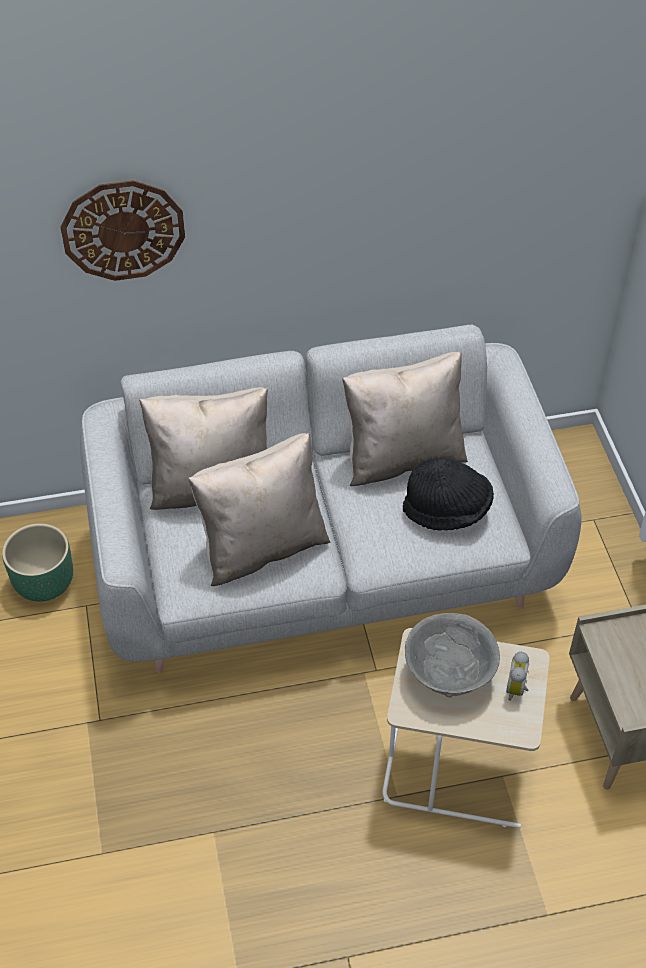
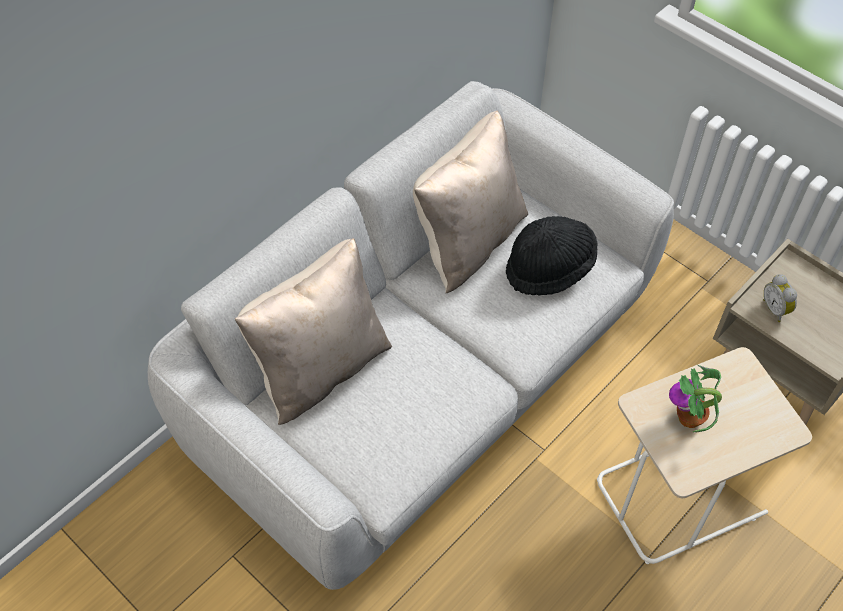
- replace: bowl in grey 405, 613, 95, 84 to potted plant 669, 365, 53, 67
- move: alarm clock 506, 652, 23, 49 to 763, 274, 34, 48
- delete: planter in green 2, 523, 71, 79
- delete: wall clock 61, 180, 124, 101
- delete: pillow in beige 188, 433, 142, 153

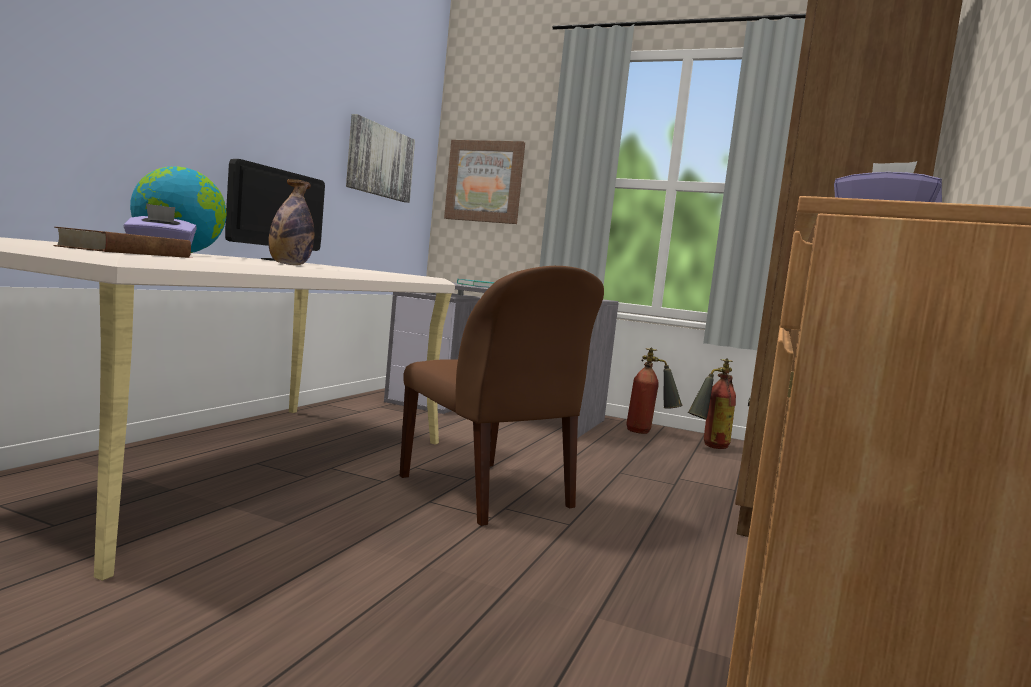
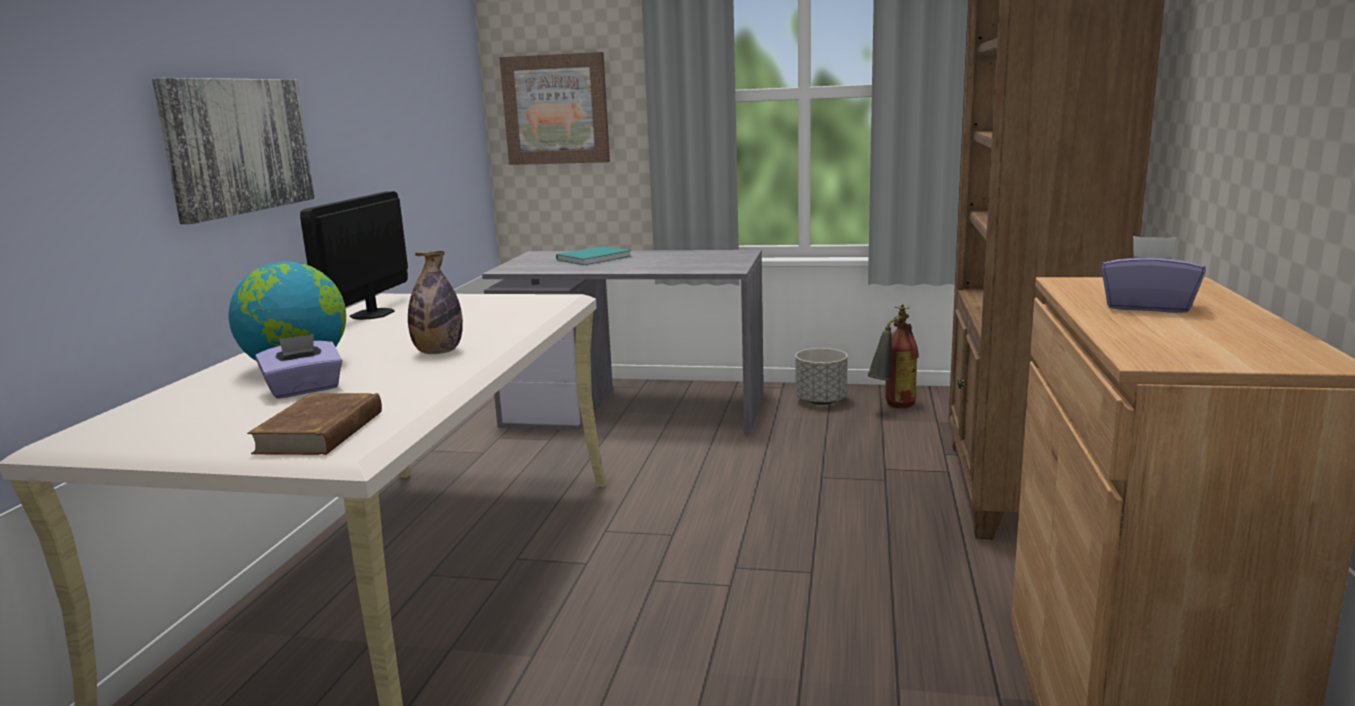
- move: picture 346, 114, 69, 89 to 152, 78, 163, 146
- replace: fire extinguisher 626, 347, 56, 87 to planter in grey 795, 348, 53, 57
- delete: chair in brown 400, 266, 204, 260

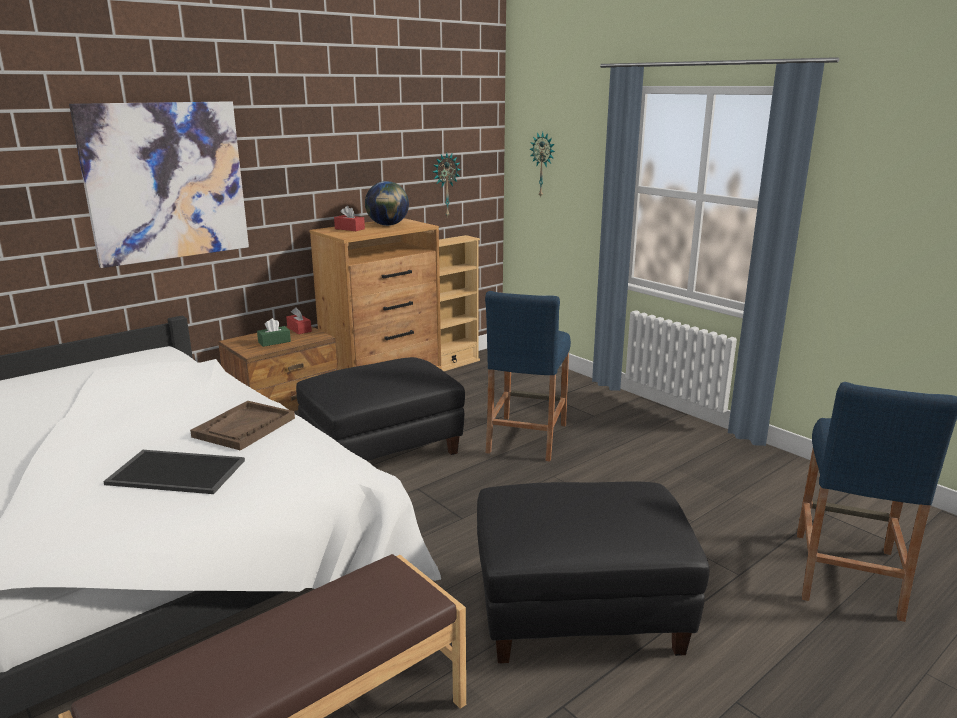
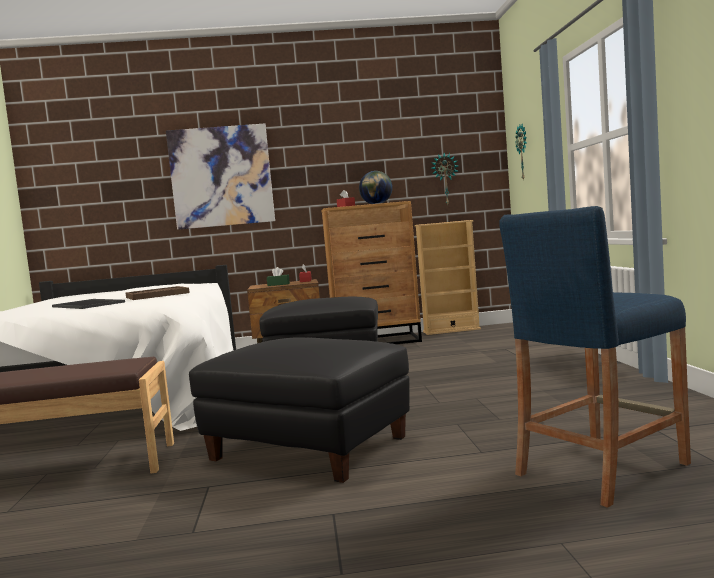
- delete: stool in blue 485, 291, 86, 171

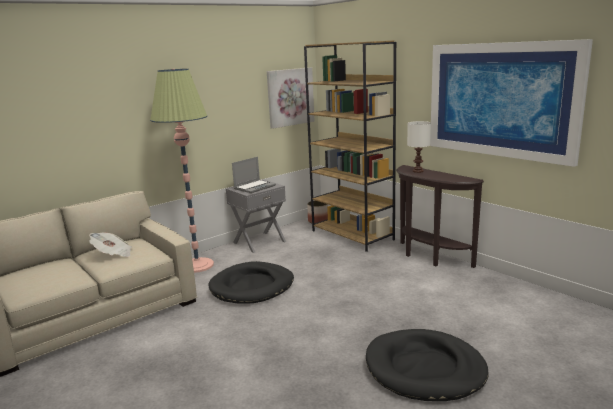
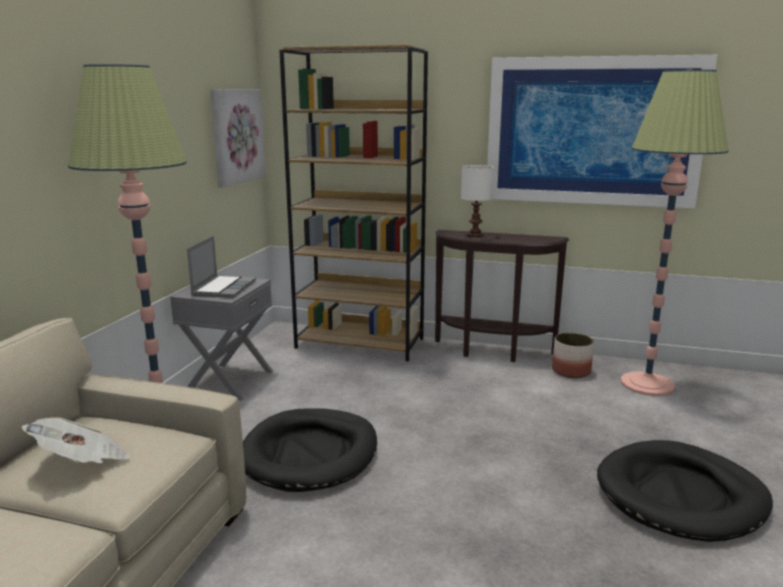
- move: planter 307, 201, 21, 23 to 552, 333, 42, 45
- insert: floor lamp 621, 69, 108, 327

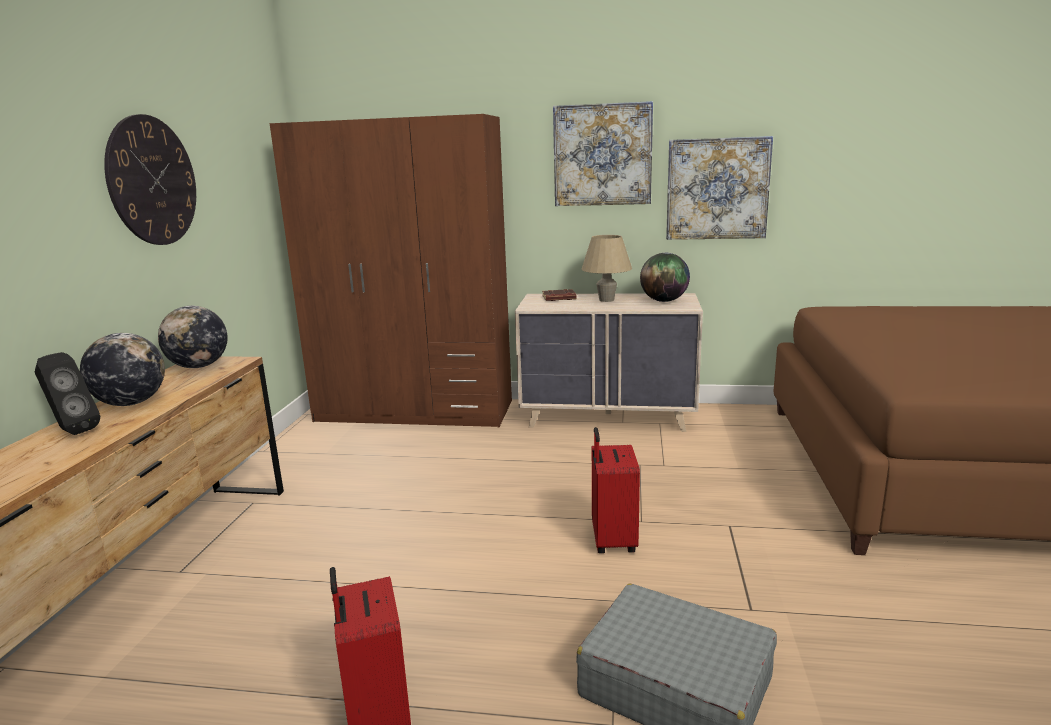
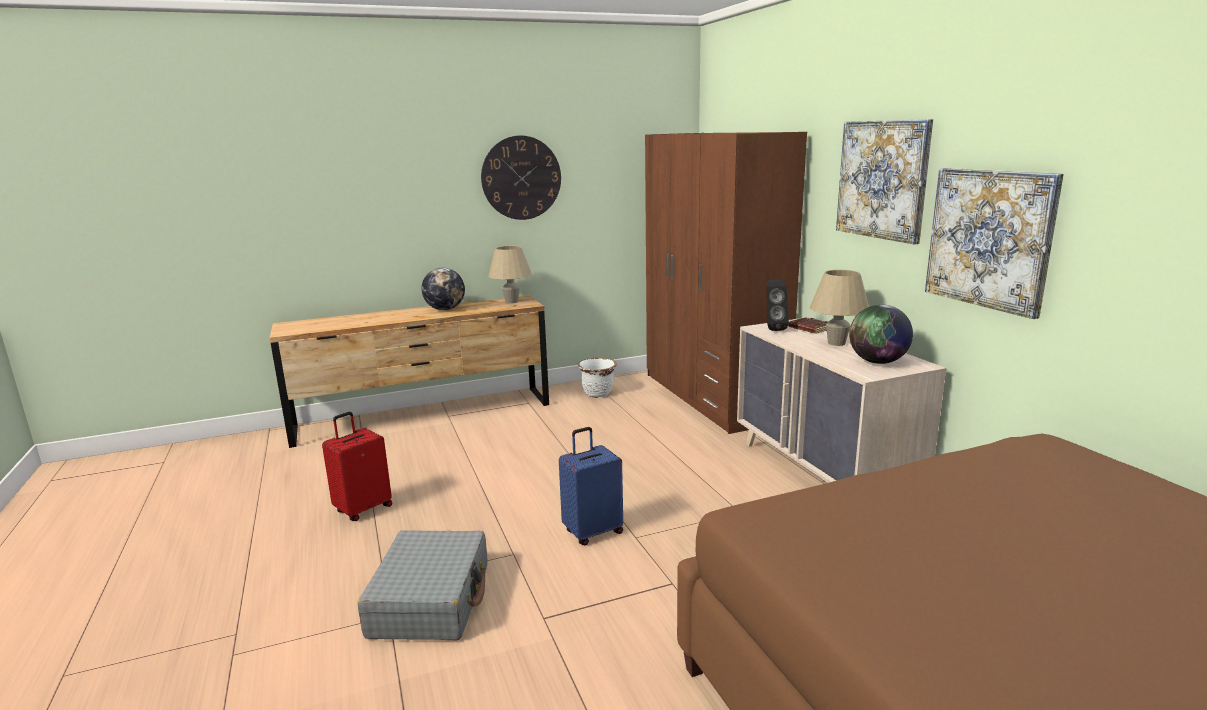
- replace: globe 158, 306, 70, 62 to table lamp in beige 488, 246, 44, 57
- recolor: suitcase in red 592, 427, 48, 126 to suitcase in blue 559, 427, 64, 118
- insert: planter in white 578, 358, 39, 40
- move: speaker in black 35, 352, 65, 83 to 767, 279, 22, 52

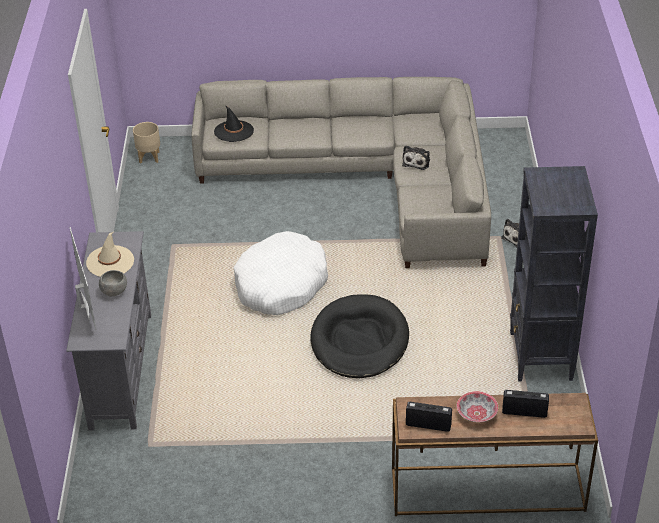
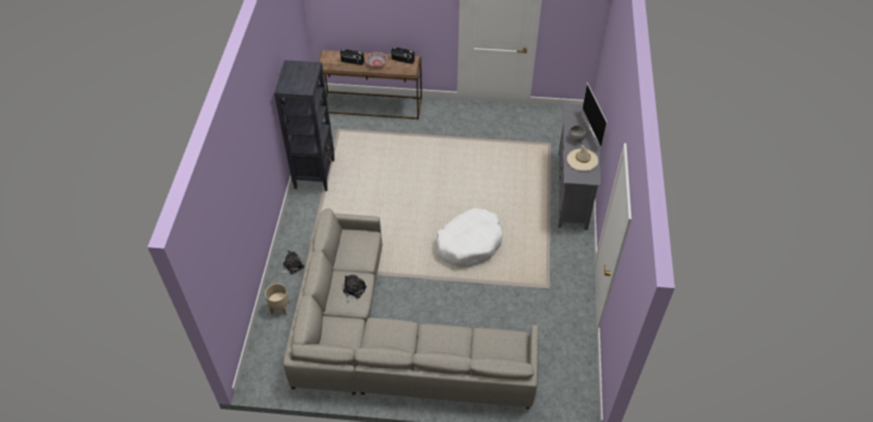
- move: planter in beige 133, 122, 27, 42 to 265, 283, 24, 33
- delete: hat in black 214, 105, 40, 37
- delete: dog bed in black 310, 294, 99, 84

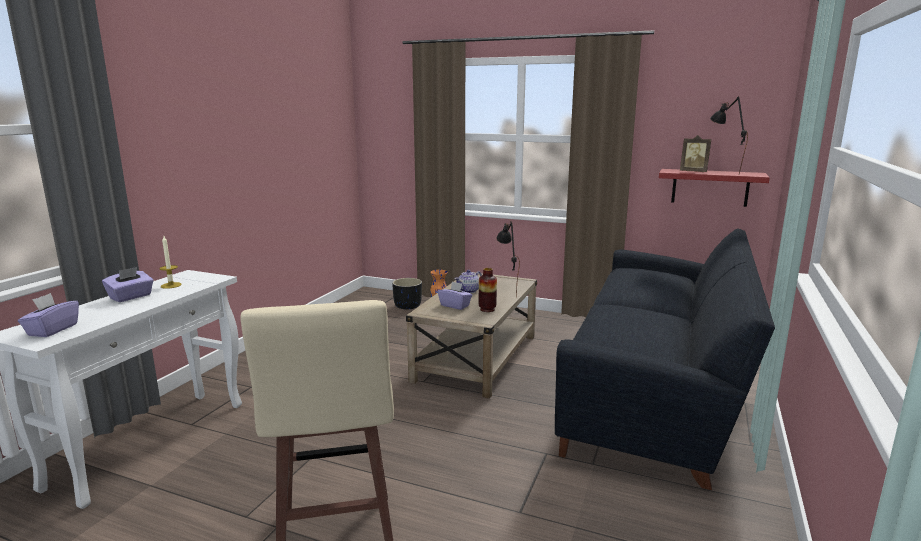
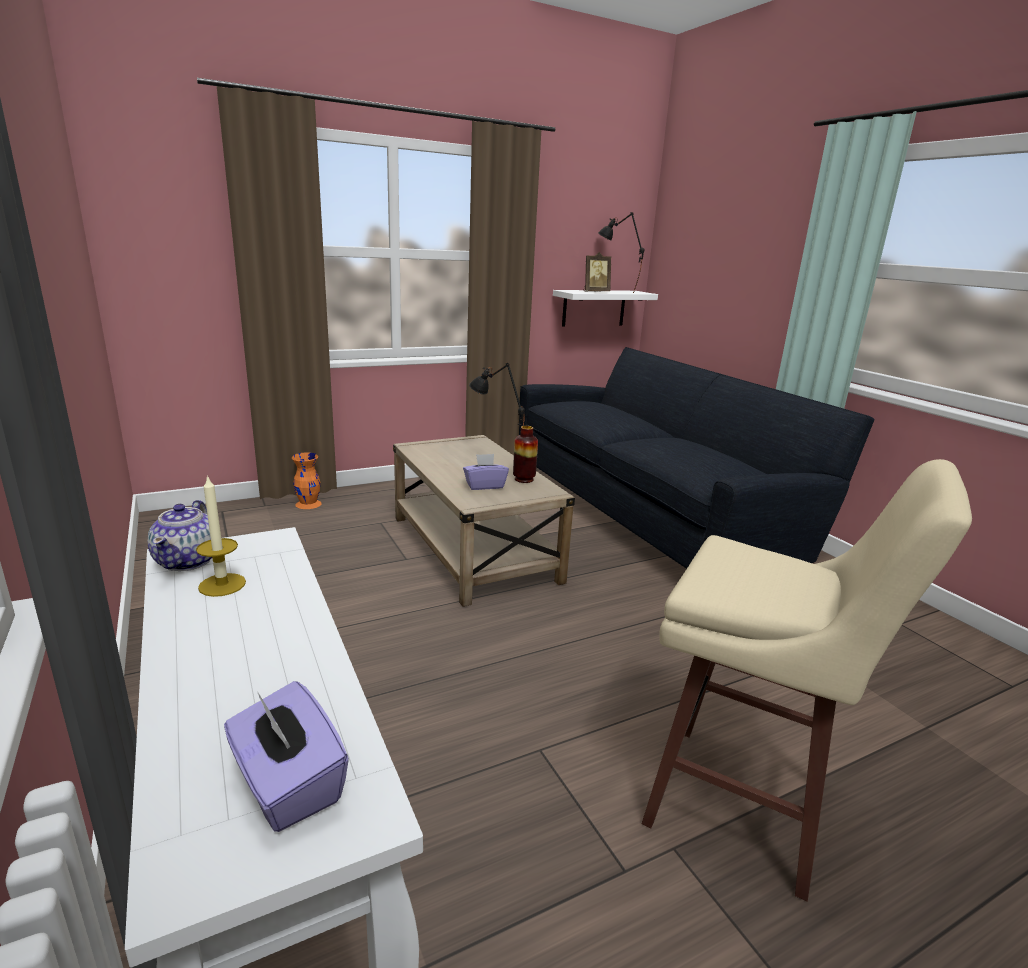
- move: teapot 455, 270, 27, 23 to 148, 500, 64, 71
- recolor: shelf in red 659, 169, 111, 38 to shelf in white 553, 290, 105, 37
- delete: tissue box in purple 102, 267, 52, 35
- delete: planter in black 392, 278, 30, 32

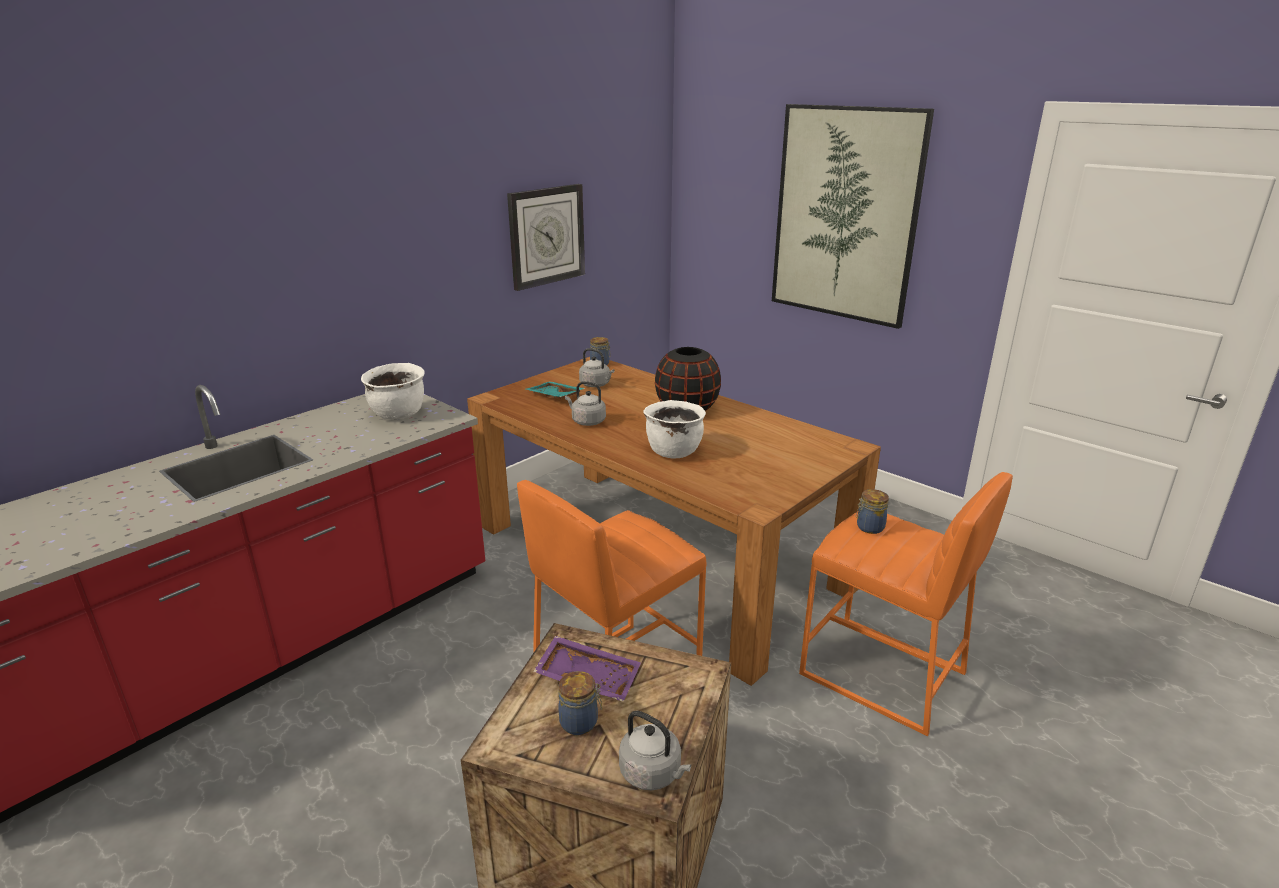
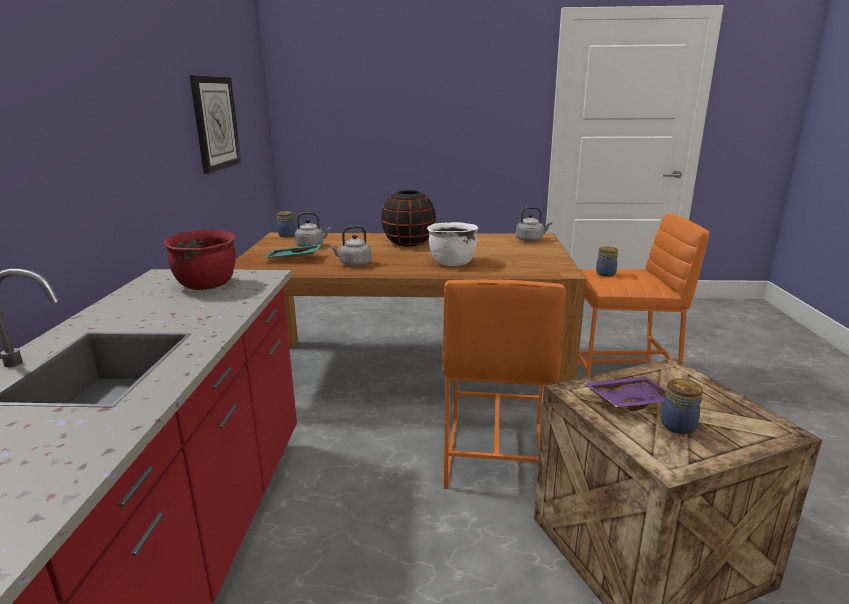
- recolor: cooking pot in white 361, 363, 64, 57 to cooking pot in red 164, 230, 72, 60
- move: kettle in grey 619, 711, 72, 79 to 516, 207, 36, 35
- delete: picture 772, 104, 162, 225

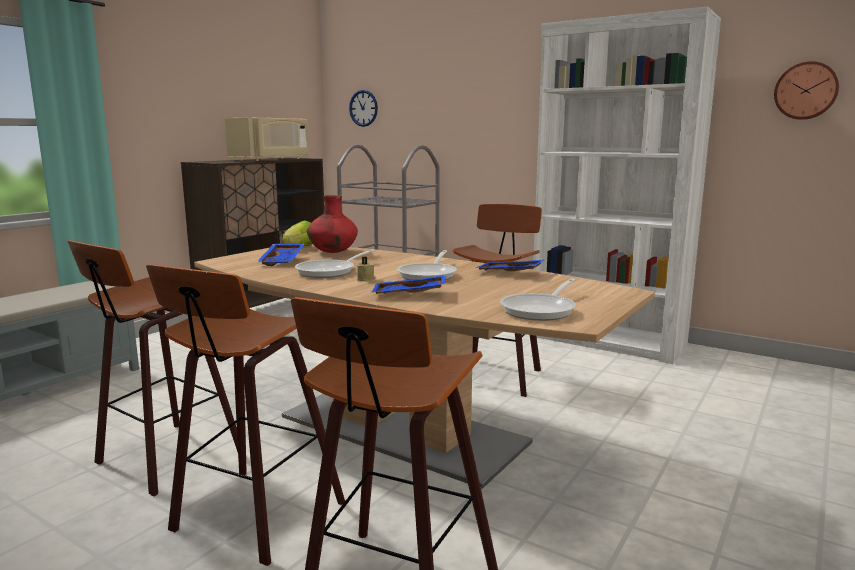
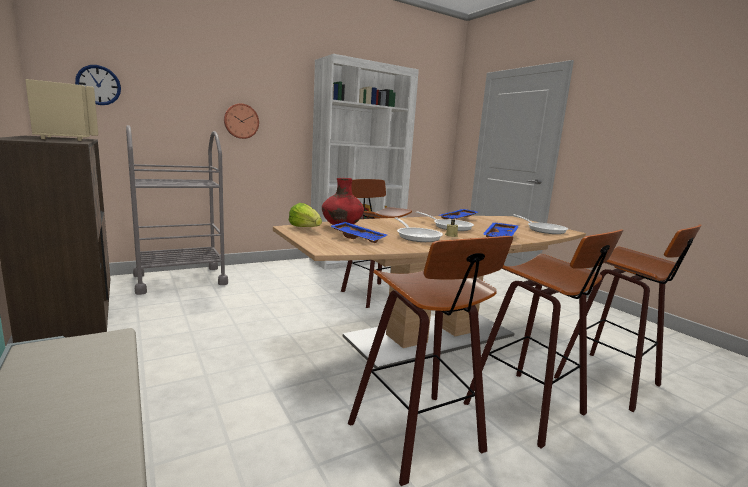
- move: wall clock 774, 61, 65, 59 to 224, 103, 35, 36

